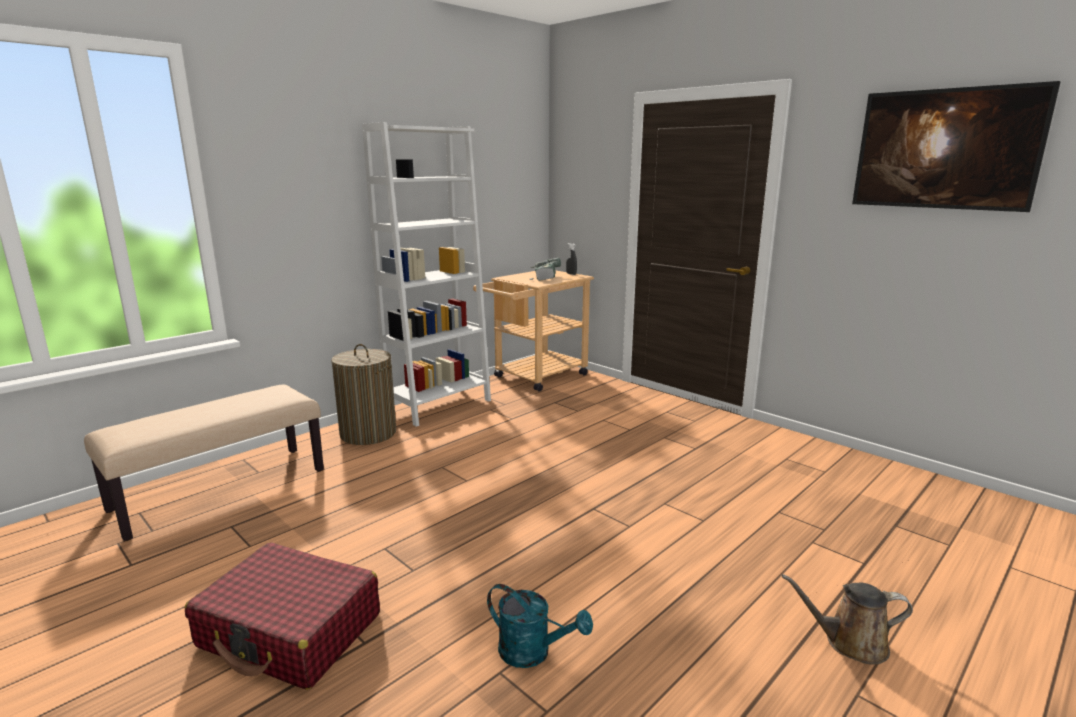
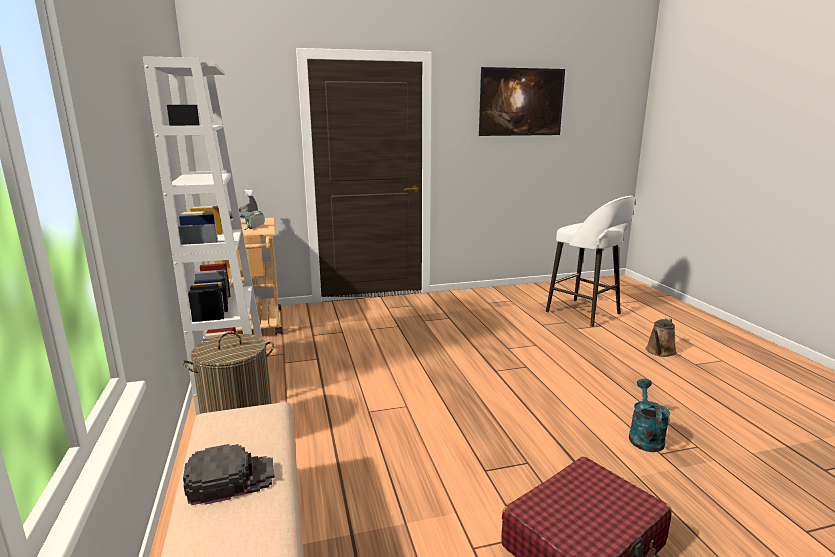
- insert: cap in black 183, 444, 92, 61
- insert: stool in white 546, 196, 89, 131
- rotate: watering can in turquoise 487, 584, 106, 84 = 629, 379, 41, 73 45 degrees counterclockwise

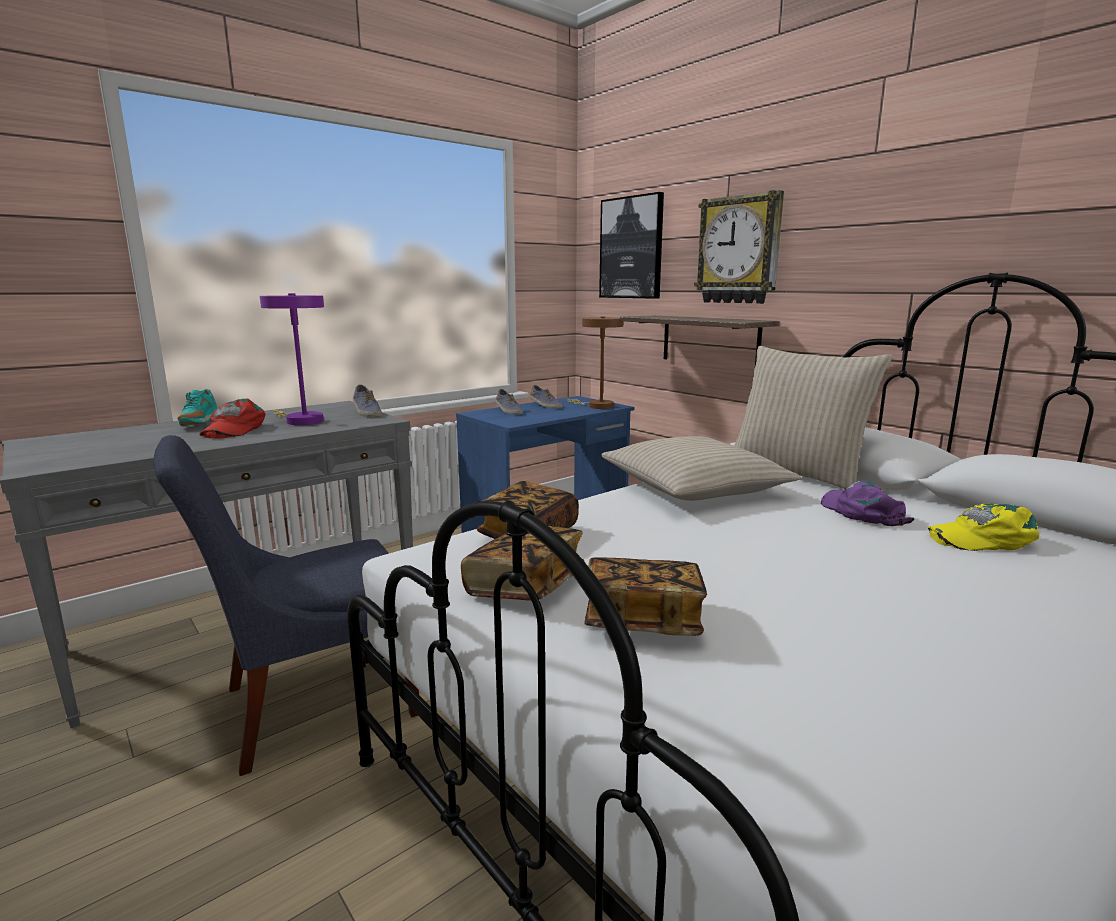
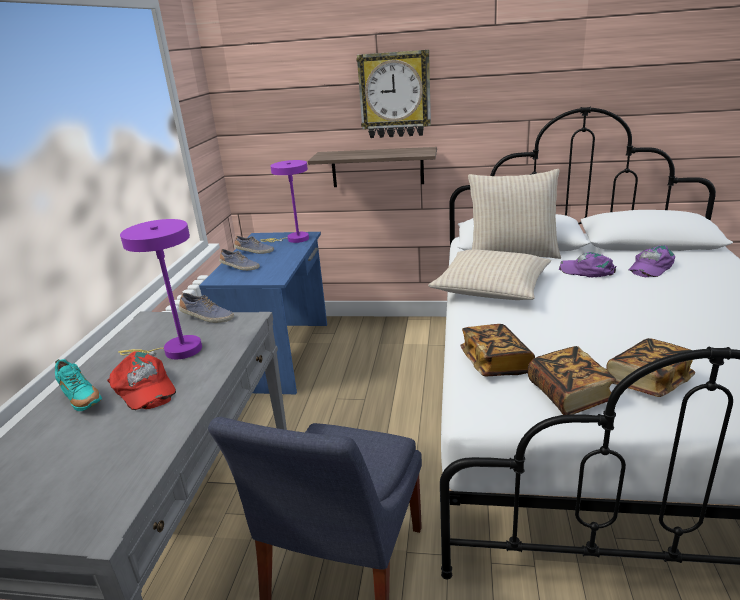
- recolor: table lamp in brown 567, 316, 56, 93 to table lamp in purple 261, 160, 48, 83
- recolor: cap in yellow 928, 504, 111, 47 to cap in purple 629, 245, 46, 32
- delete: picture 599, 192, 65, 107

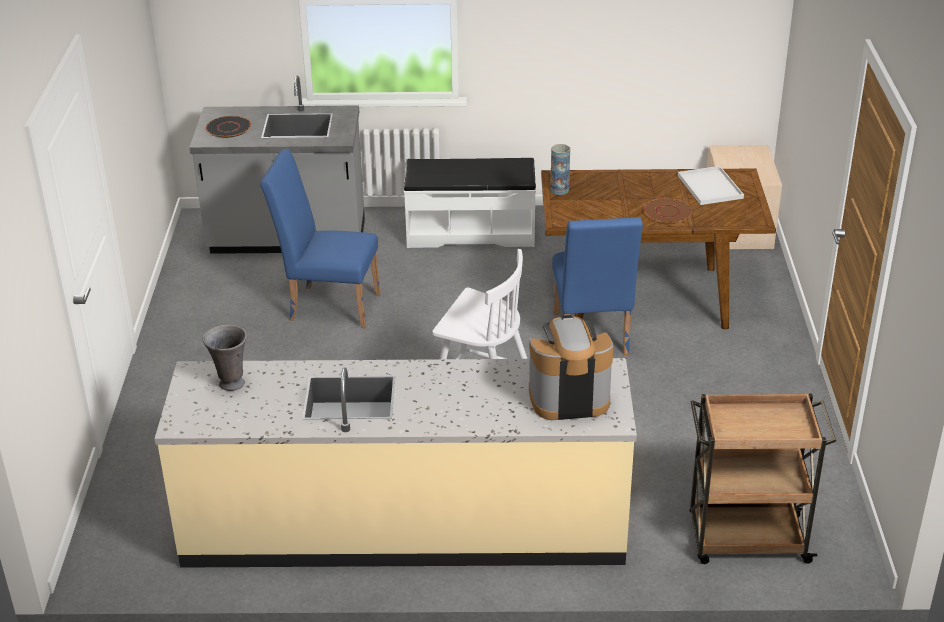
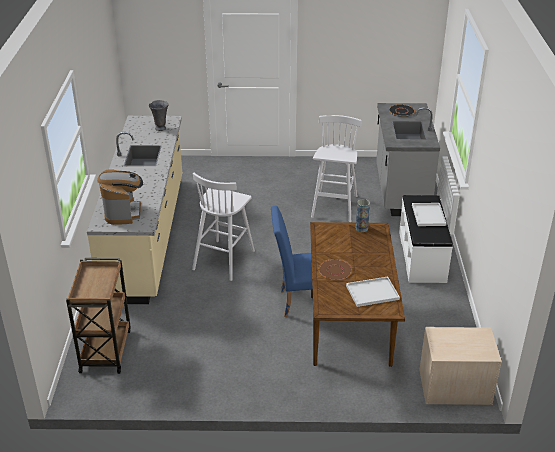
- replace: chair in blue 260, 149, 120, 179 to stool in white 311, 115, 51, 107
- insert: tray in white 412, 203, 35, 23

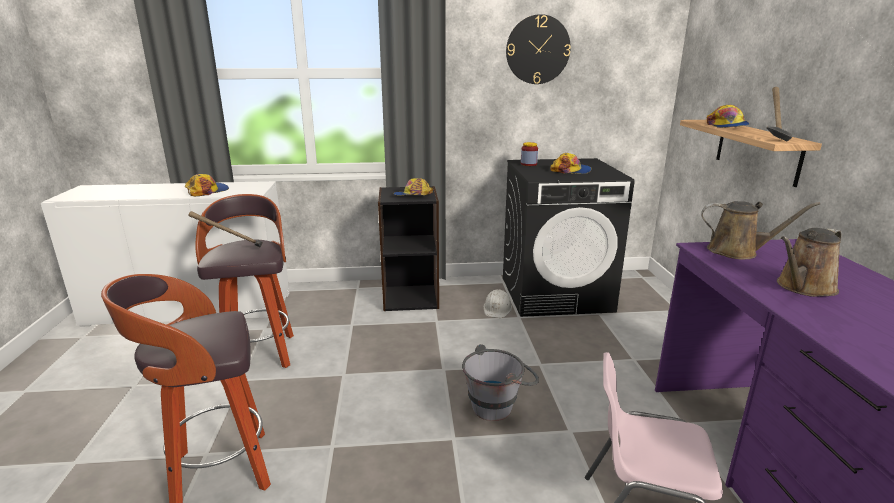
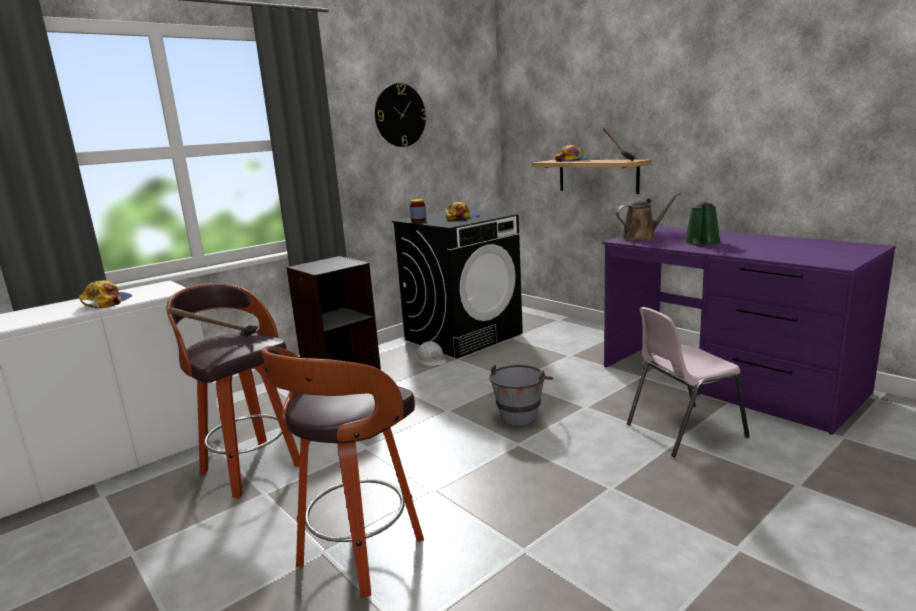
- recolor: watering can in brown 777, 228, 65, 69 to watering can in green 684, 202, 37, 44
- delete: cap 394, 178, 39, 17

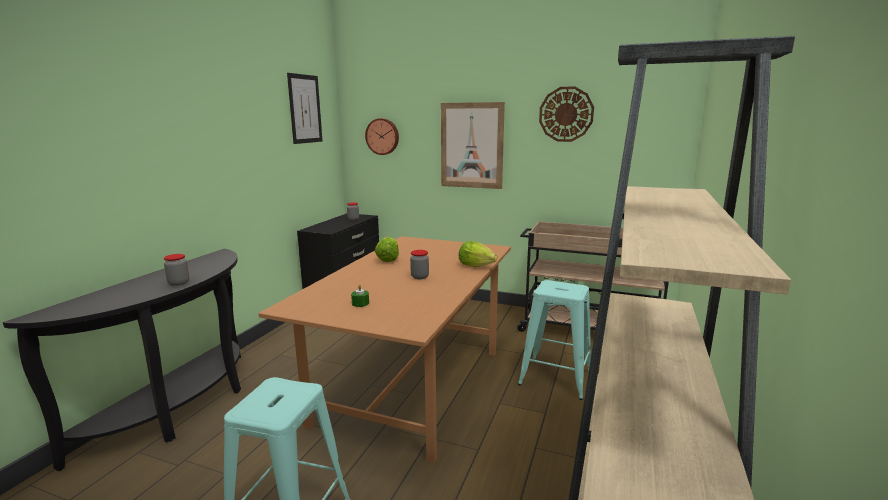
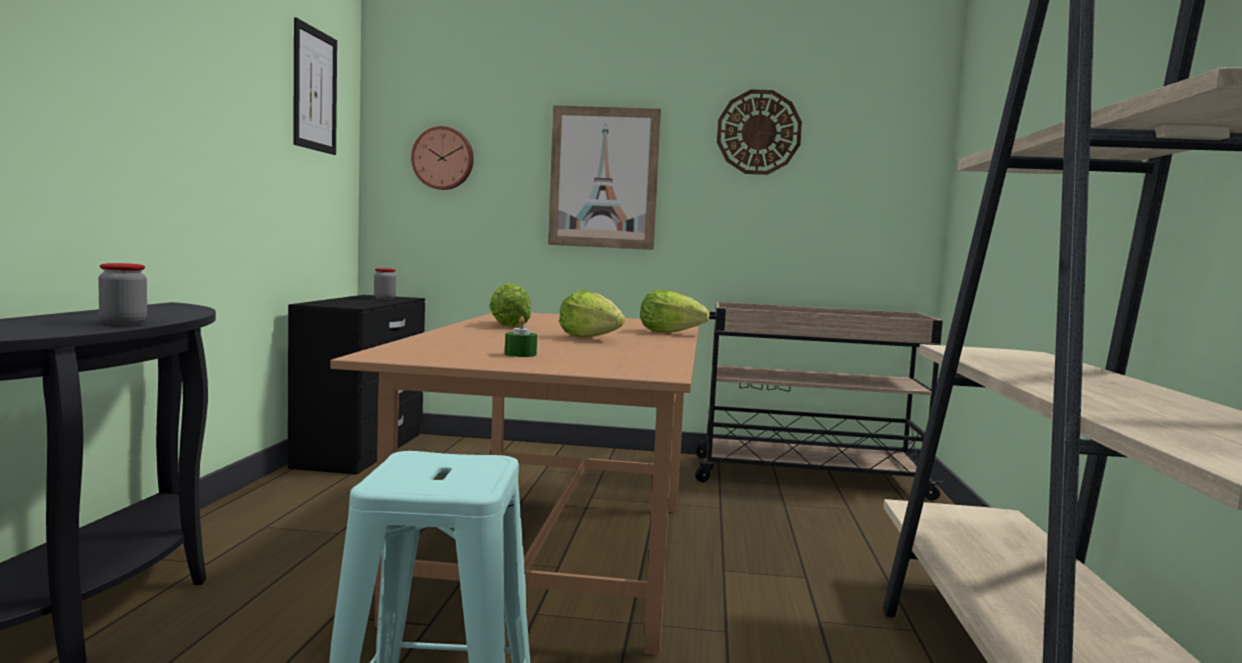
- replace: jar 410, 250, 19, 29 to lettuce 559, 290, 66, 48
- delete: stool in turquoise 518, 280, 73, 120

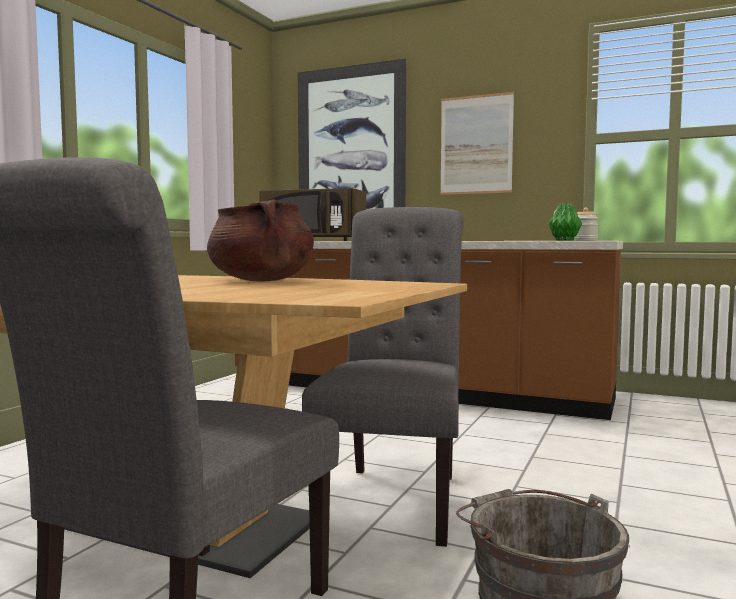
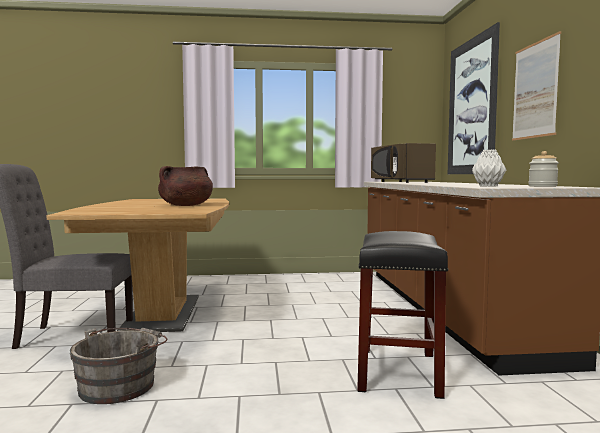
- insert: stool in black 357, 231, 92, 168
- recolor: vase in green 549, 203, 33, 38 to vase in white 472, 150, 34, 37
- delete: chair in grey 302, 207, 161, 340

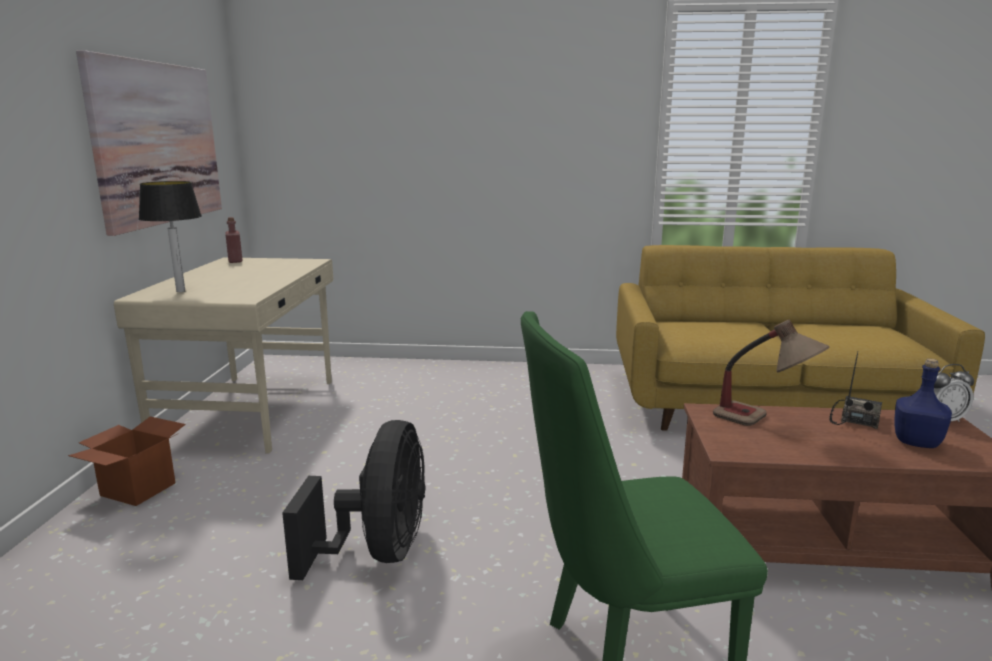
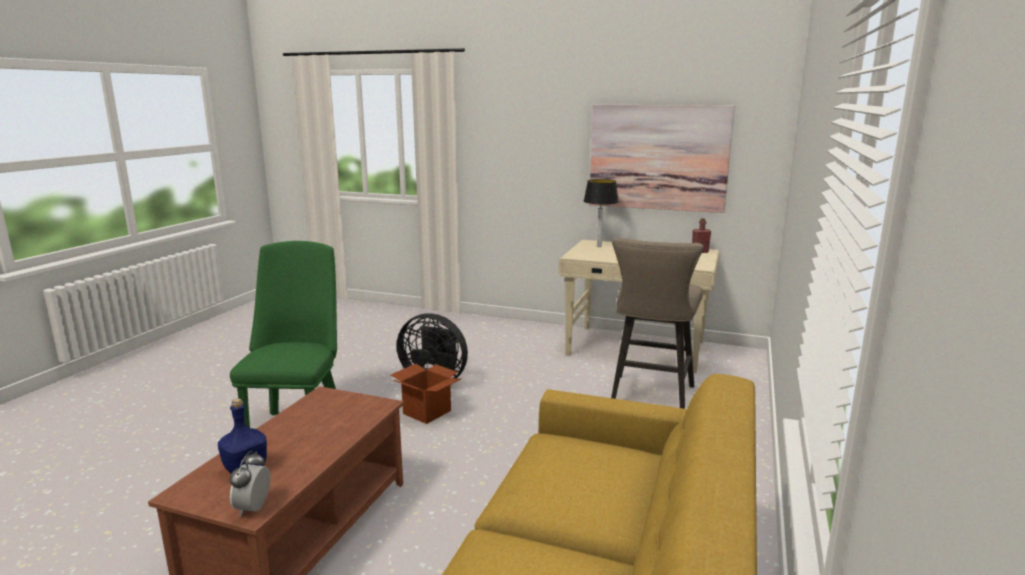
- move: cardboard box 68, 416, 118, 90 to 391, 364, 70, 60
- insert: stool in beige 611, 237, 93, 172
- delete: table lamp 713, 320, 117, 106
- delete: radio 830, 351, 52, 78

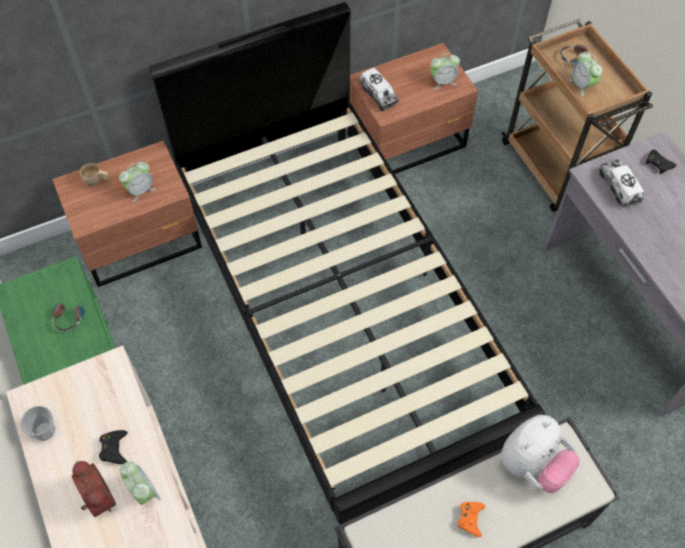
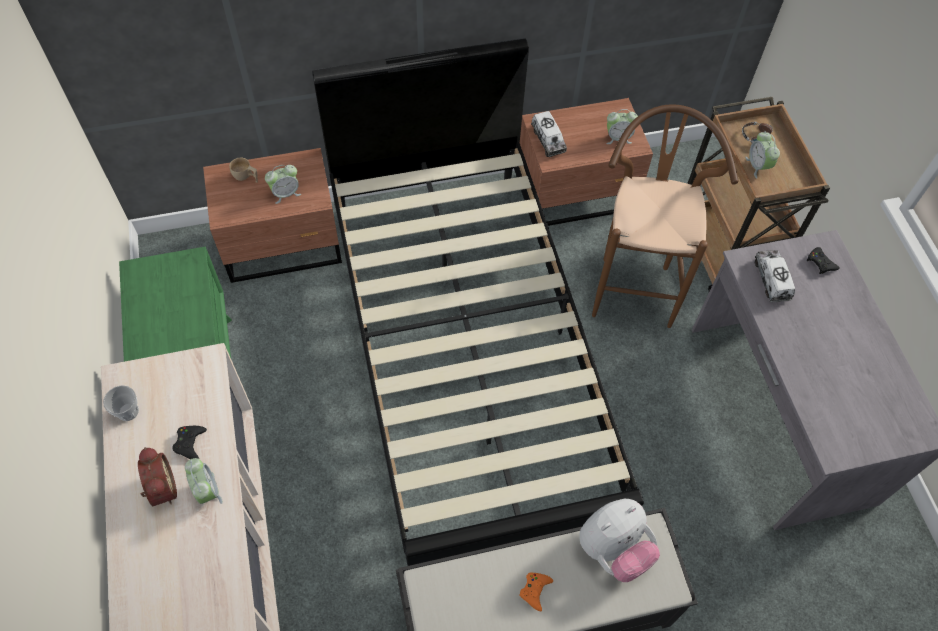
- insert: stool in brown 592, 104, 147, 224
- delete: headphones 52, 298, 33, 34

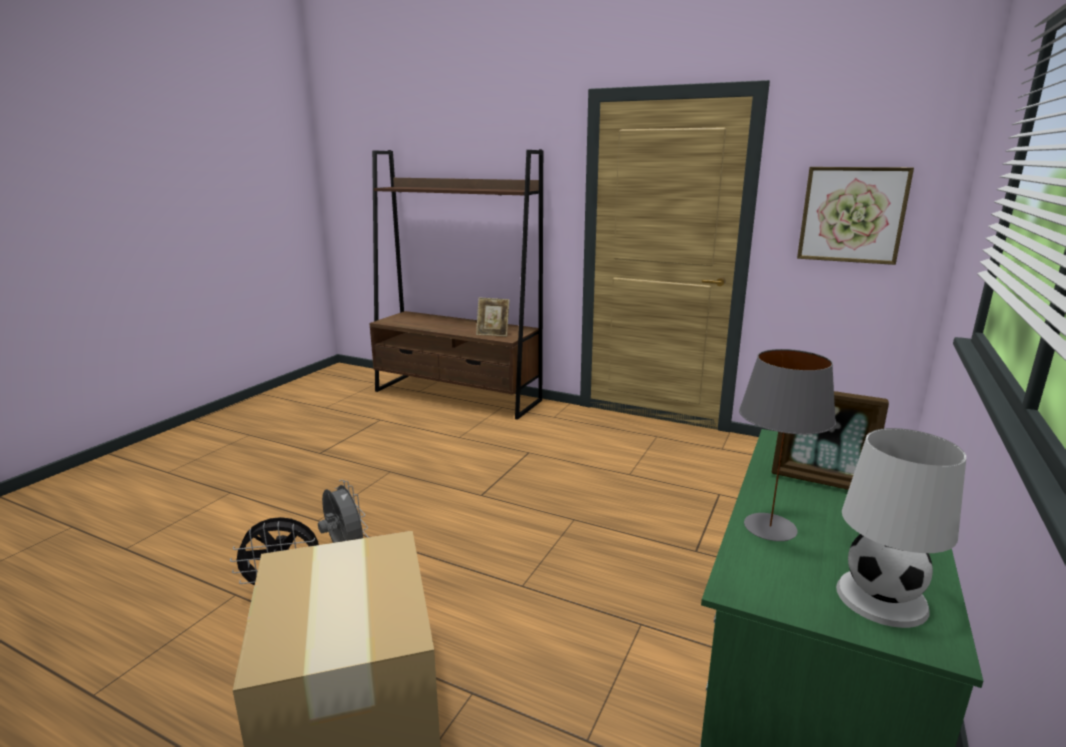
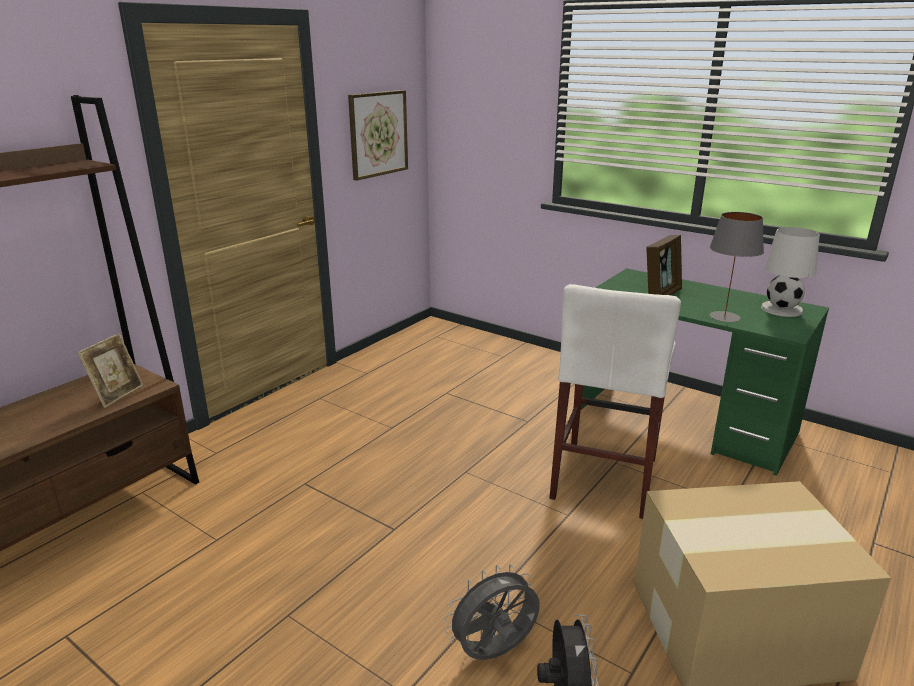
- insert: stool in white 549, 284, 132, 235

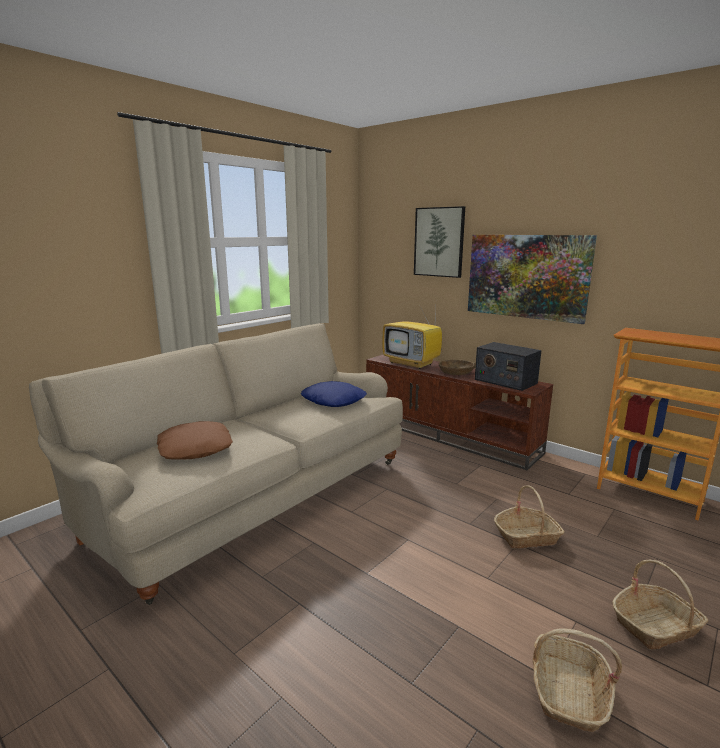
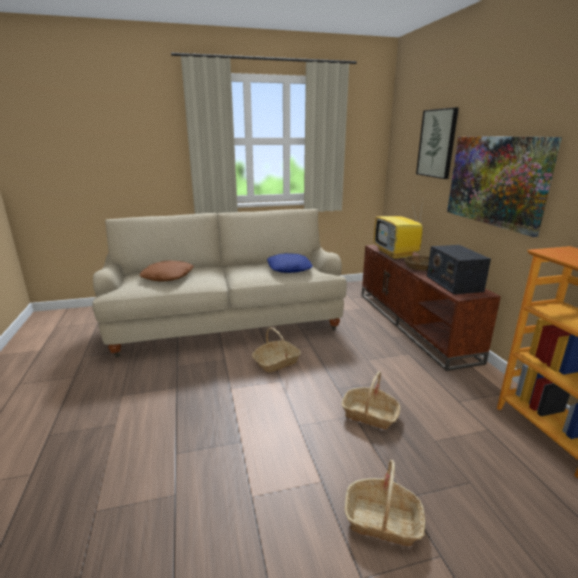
- move: basket 533, 629, 89, 103 to 252, 327, 49, 45

